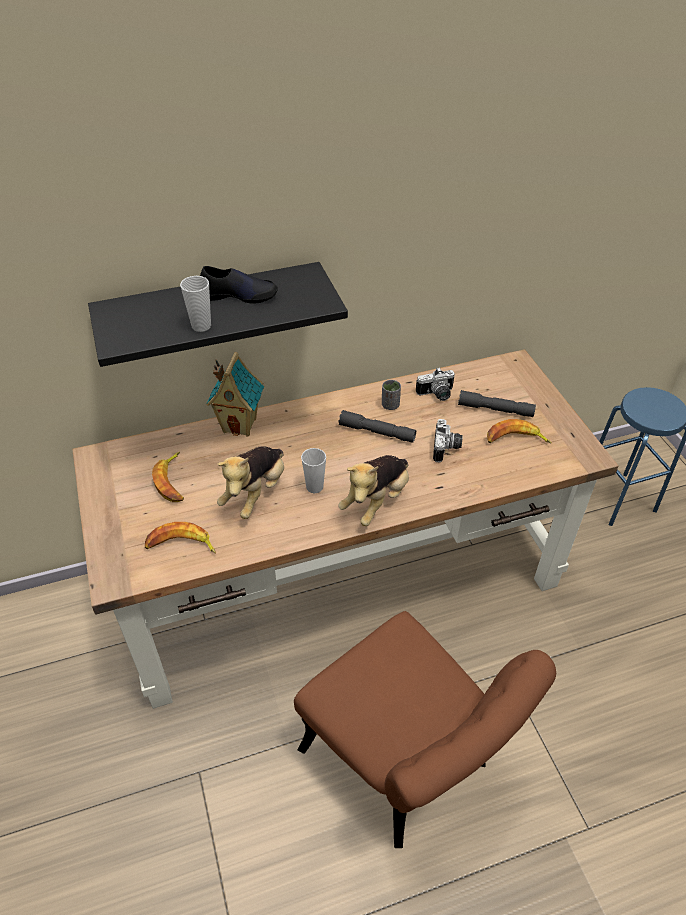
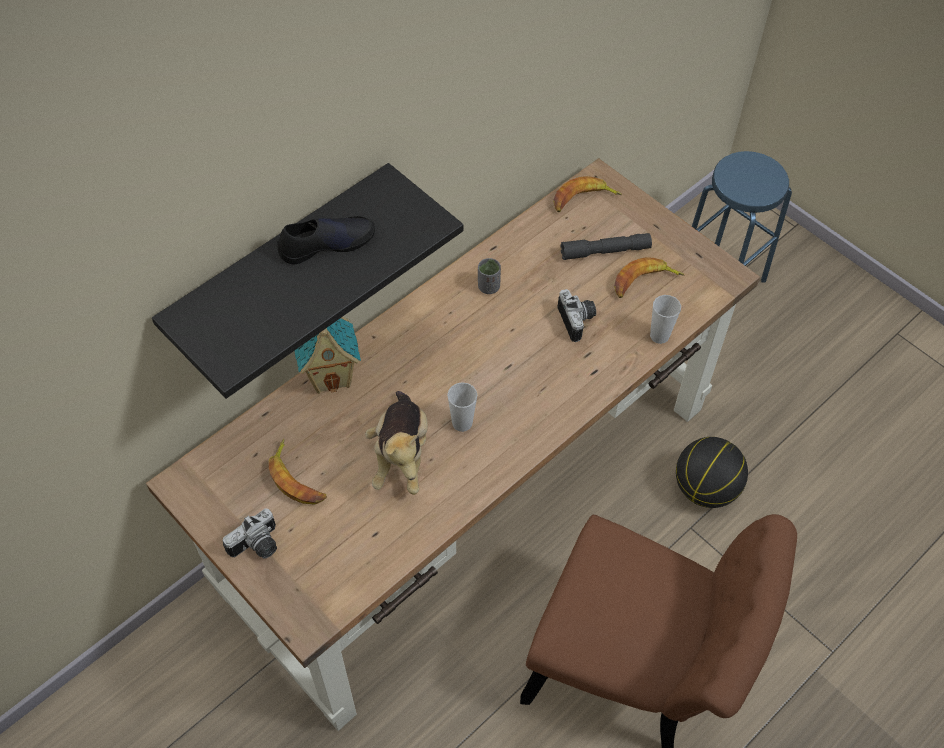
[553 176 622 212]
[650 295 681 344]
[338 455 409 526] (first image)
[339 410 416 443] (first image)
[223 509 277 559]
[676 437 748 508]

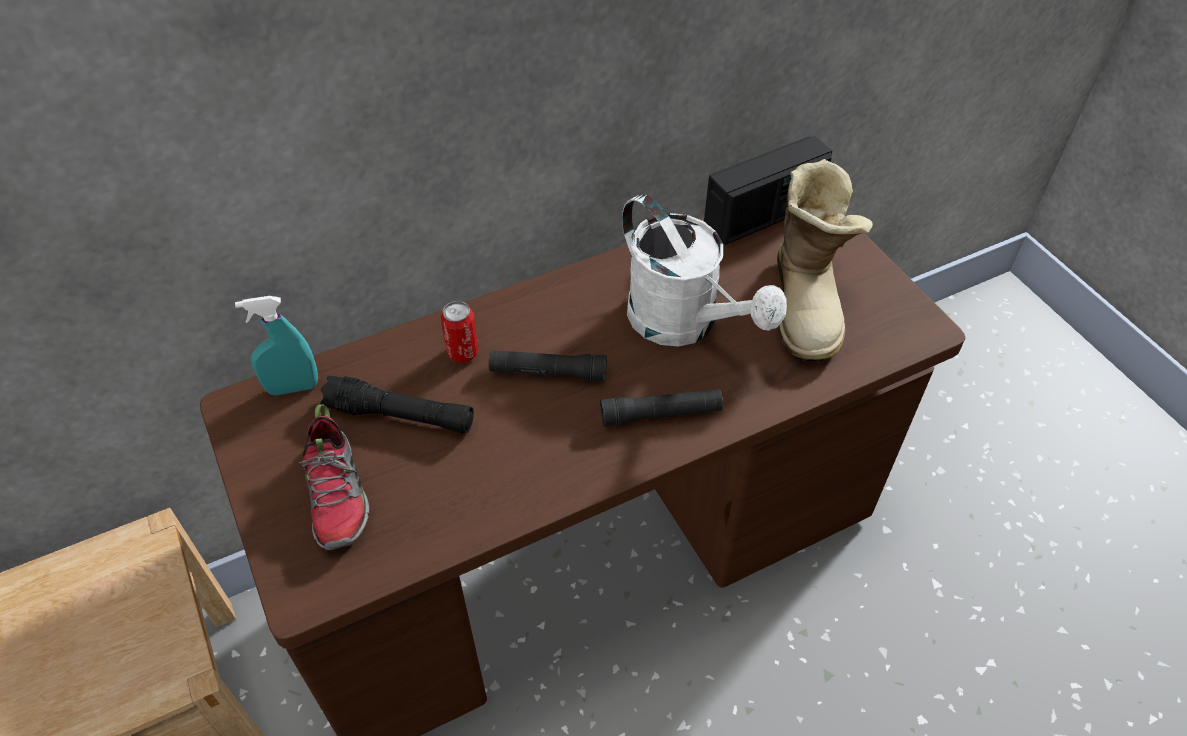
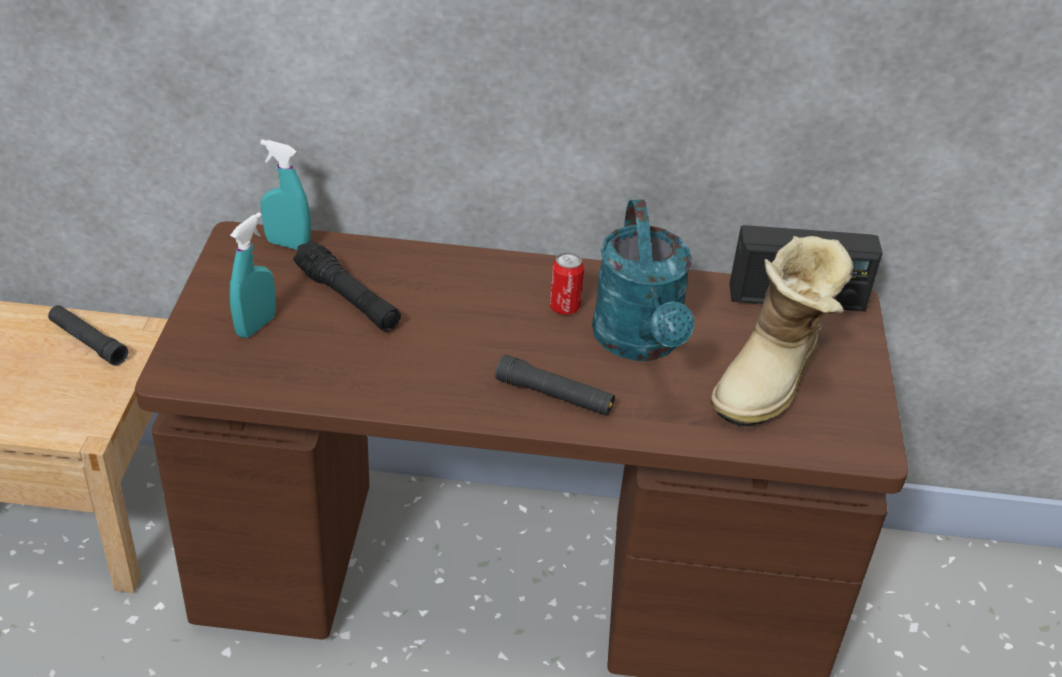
[230 212 276 338]
[550 252 584 315]
[48 305 128 366]
[592 200 695 361]

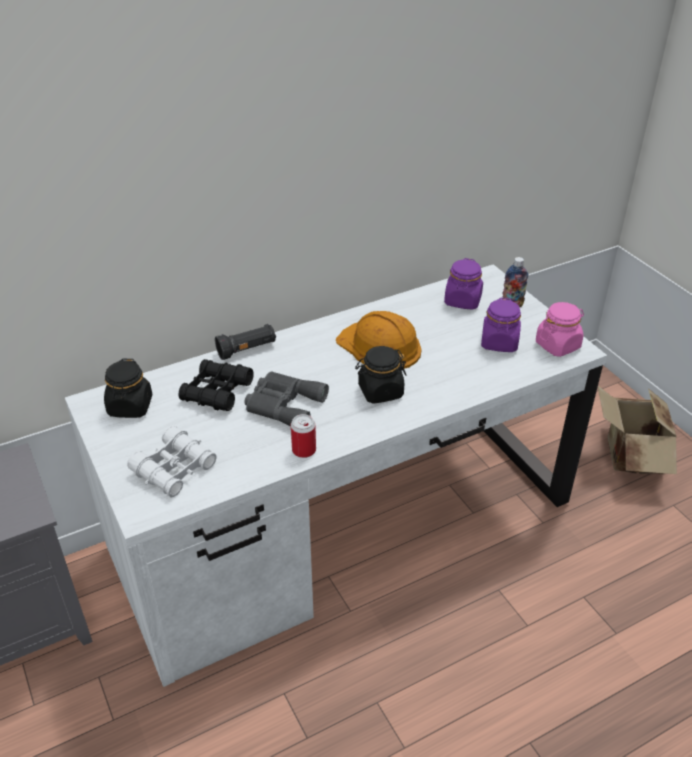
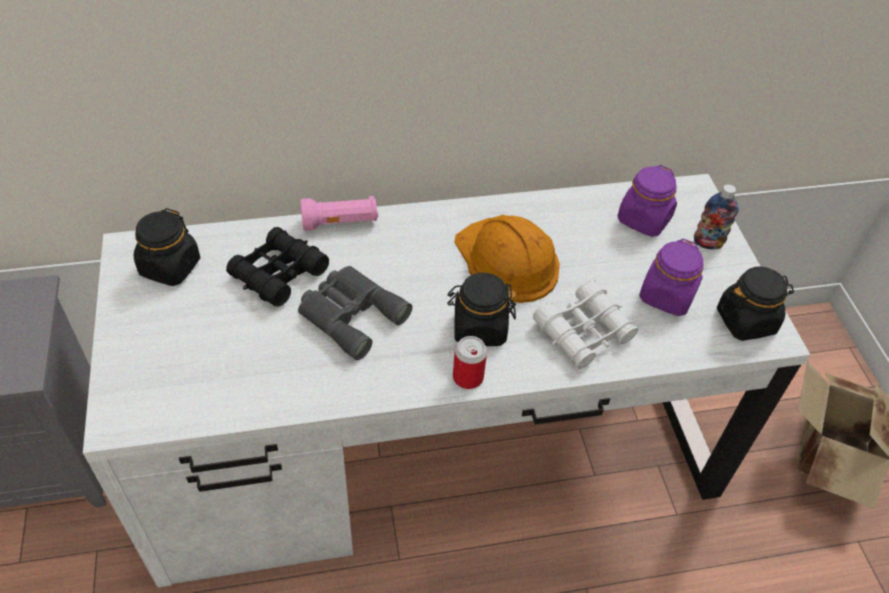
[533 279 638 369]
[301 196 378 231]
[453 336 487 389]
[717 266 794 341]

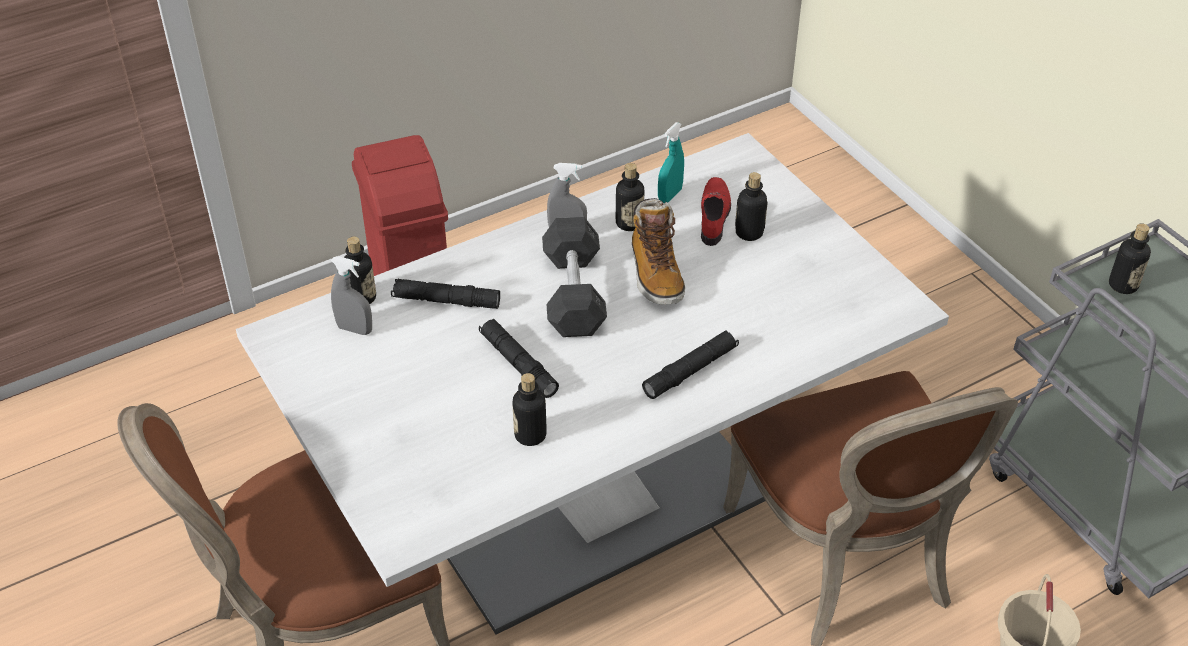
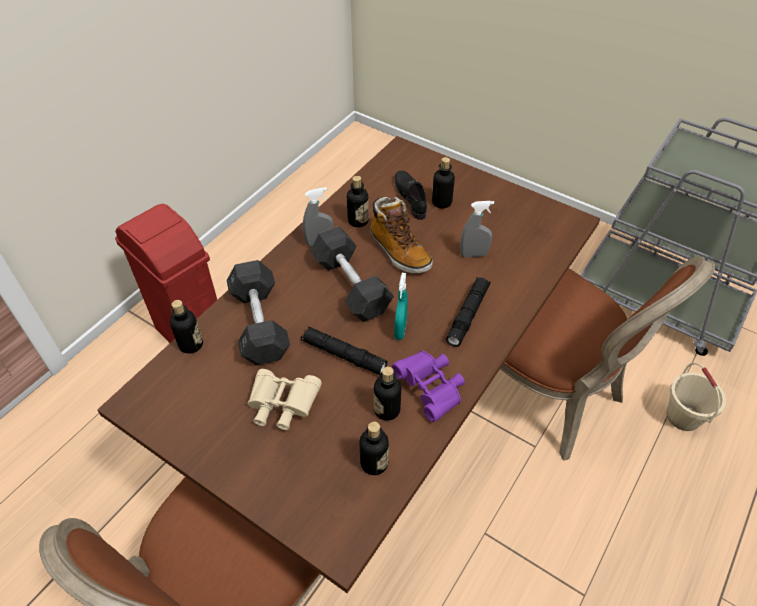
[97 136 600 593]
[460 201 494 257]
[227 260 290 365]
[394 273 408 340]
[395 171 427 220]
[359 422 389 475]
[247 369 322 430]
[392 350 465 422]

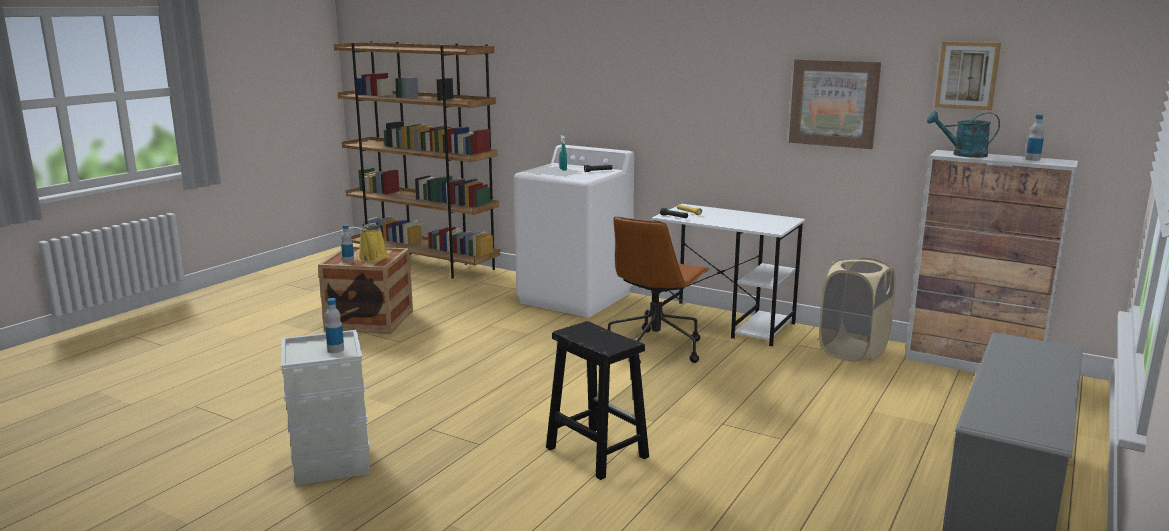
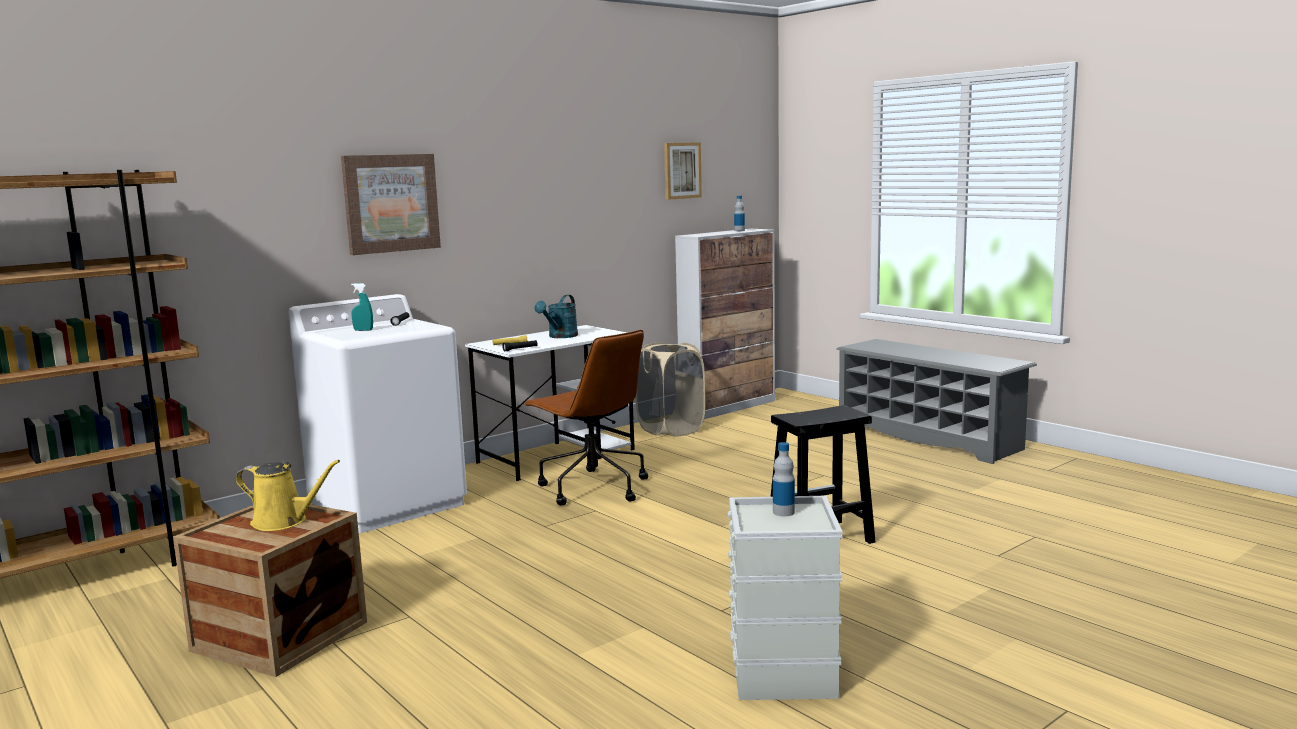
[341 225 354 263] (first image)
[341 154 441 255]
[535 295 578 338]

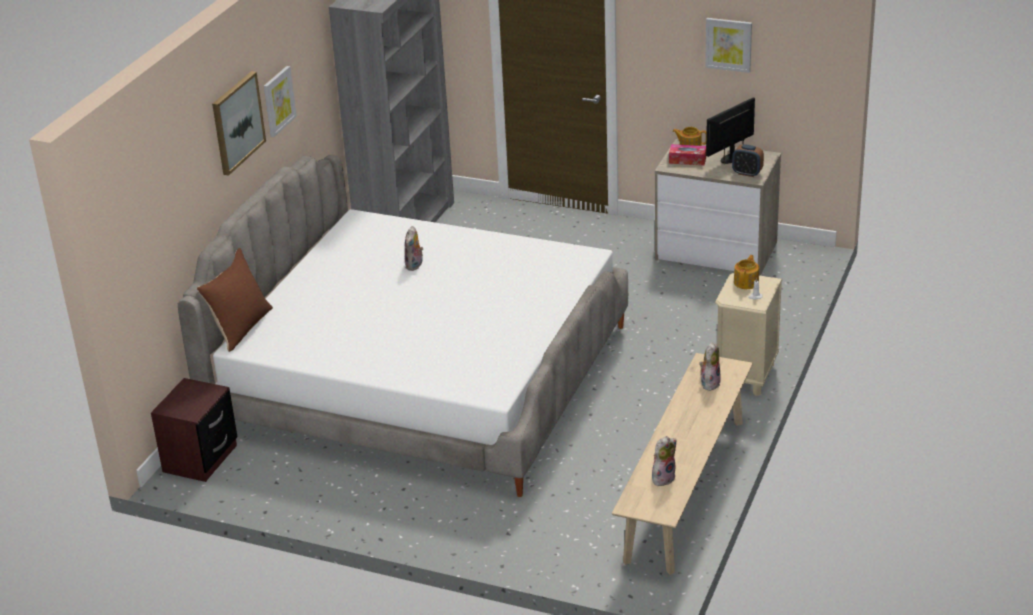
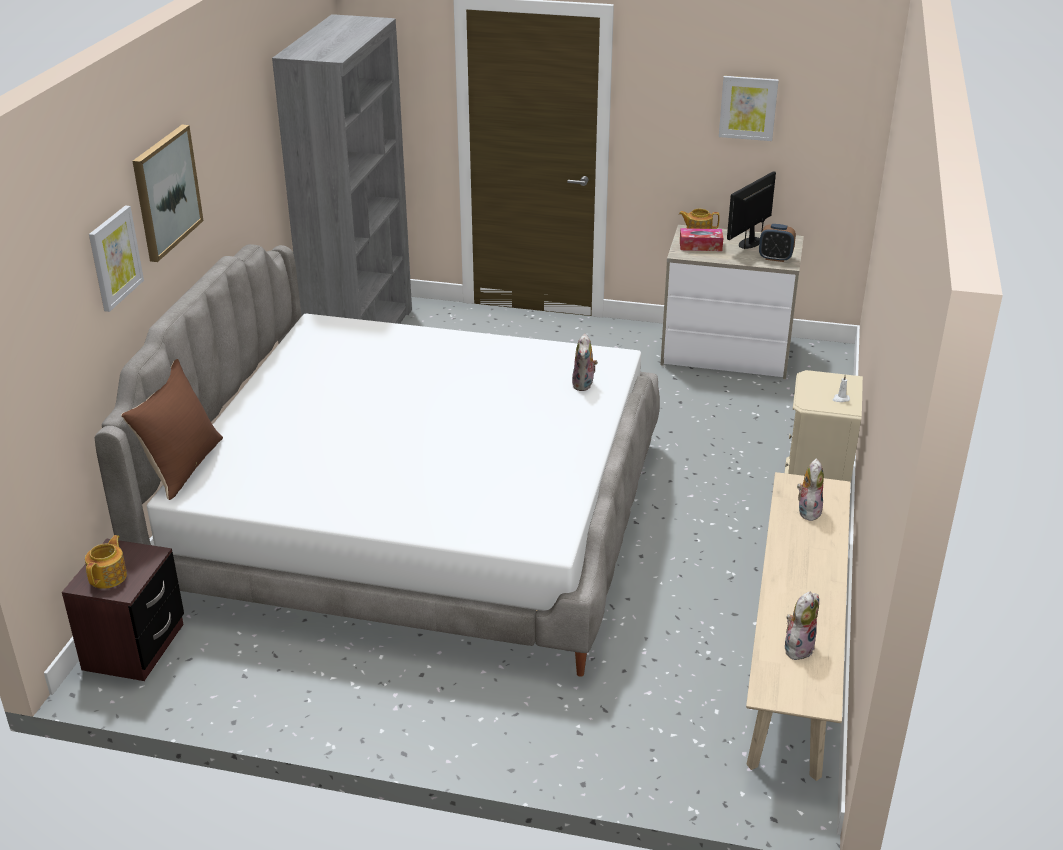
[89 206 144 312]
[572 333 598 391]
[85 535 127 589]

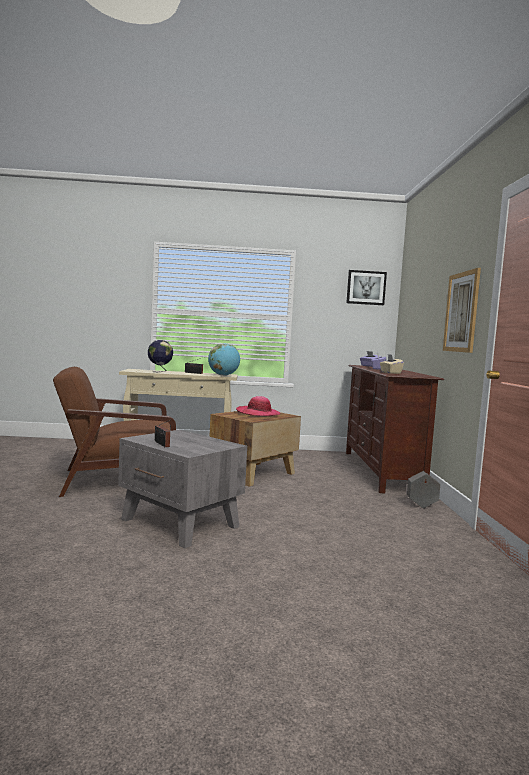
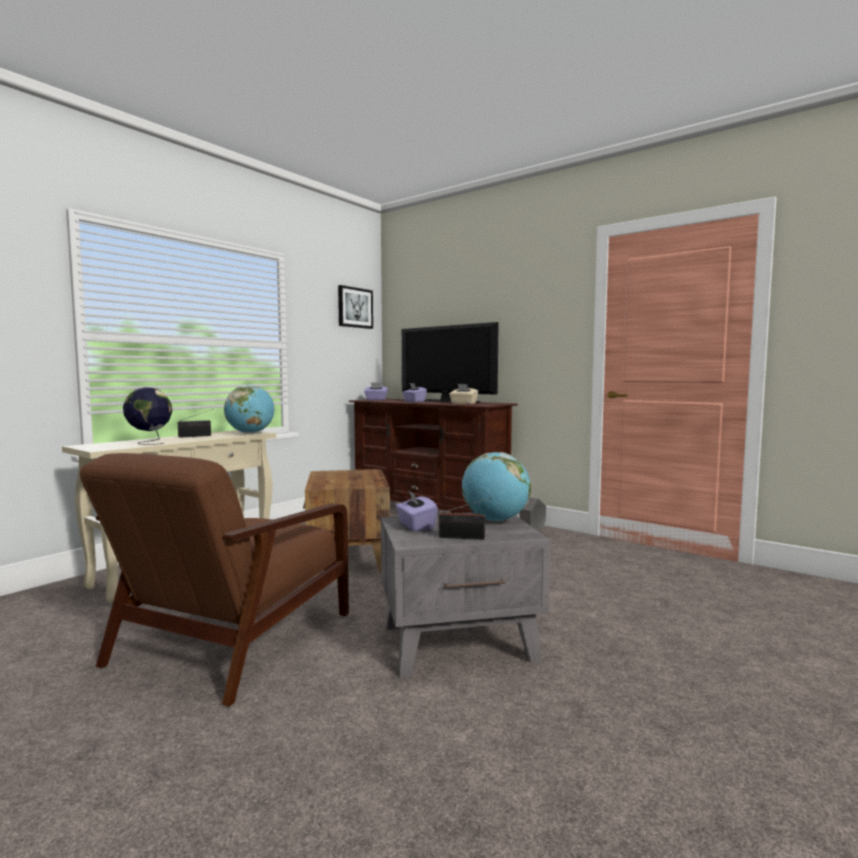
[236 396 280 416] (first image)
[443 268 481 353] (first image)
[396 491 438 532]
[402 322 499 402]
[462 452 531 521]

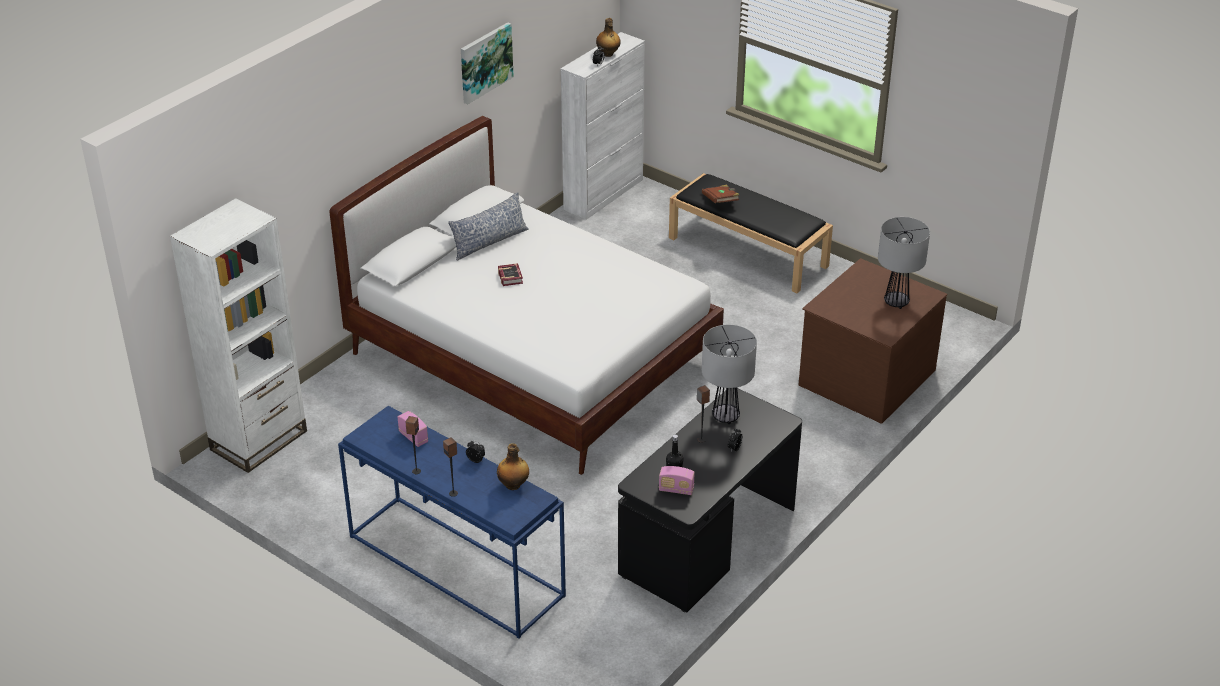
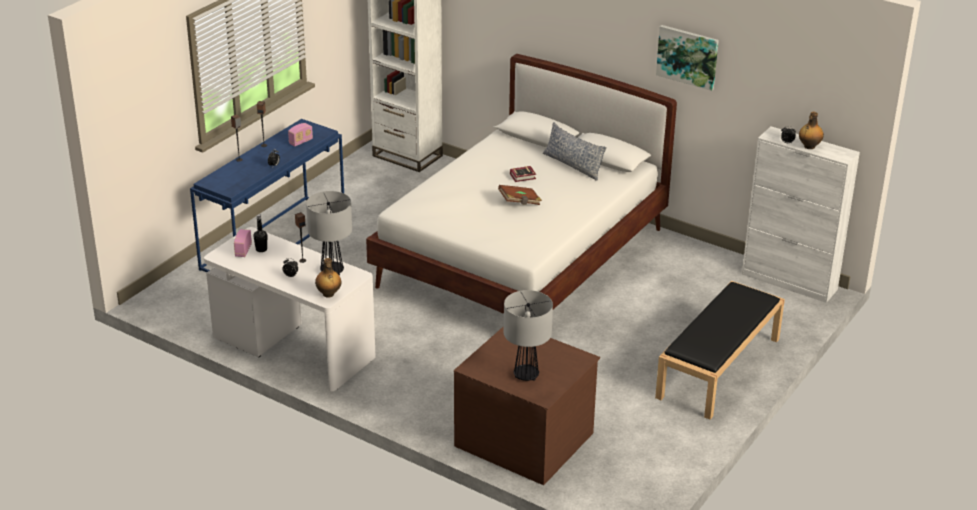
[315 258 341 298]
[204 227 376 391]
[498 185 542 205]

